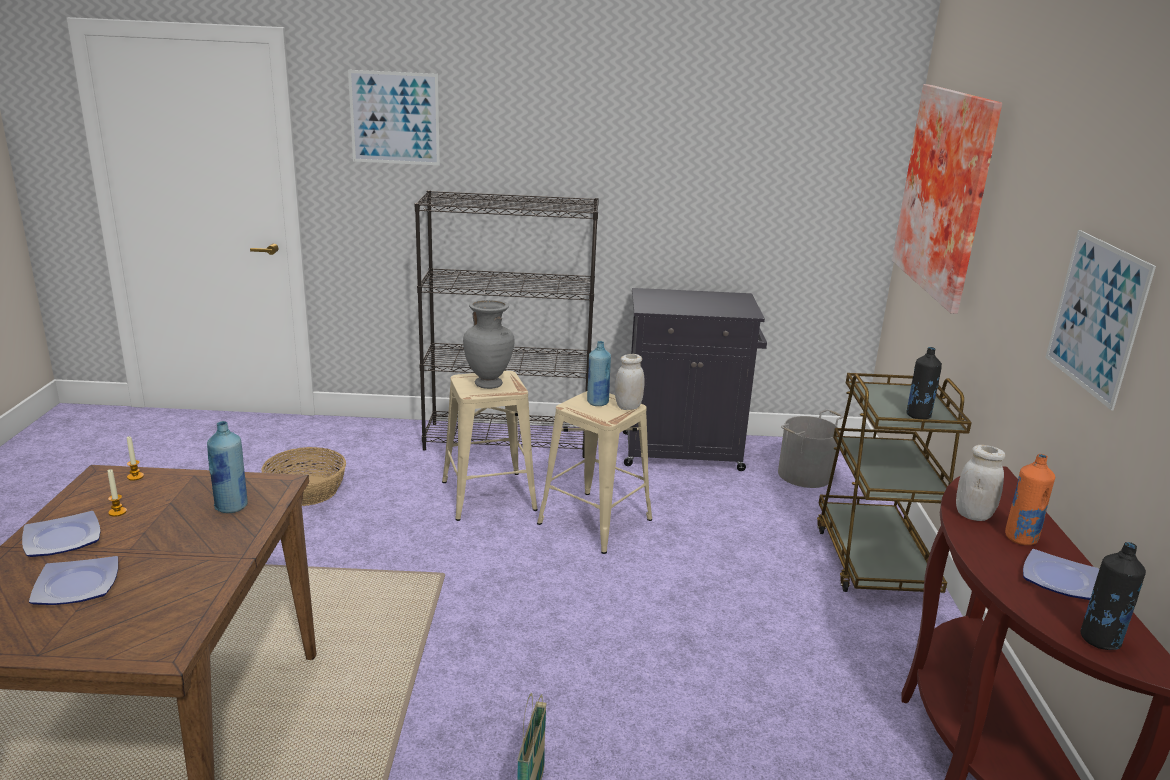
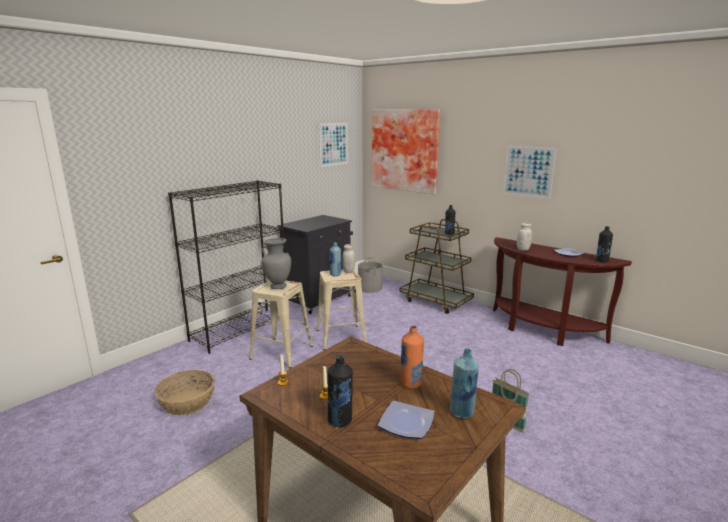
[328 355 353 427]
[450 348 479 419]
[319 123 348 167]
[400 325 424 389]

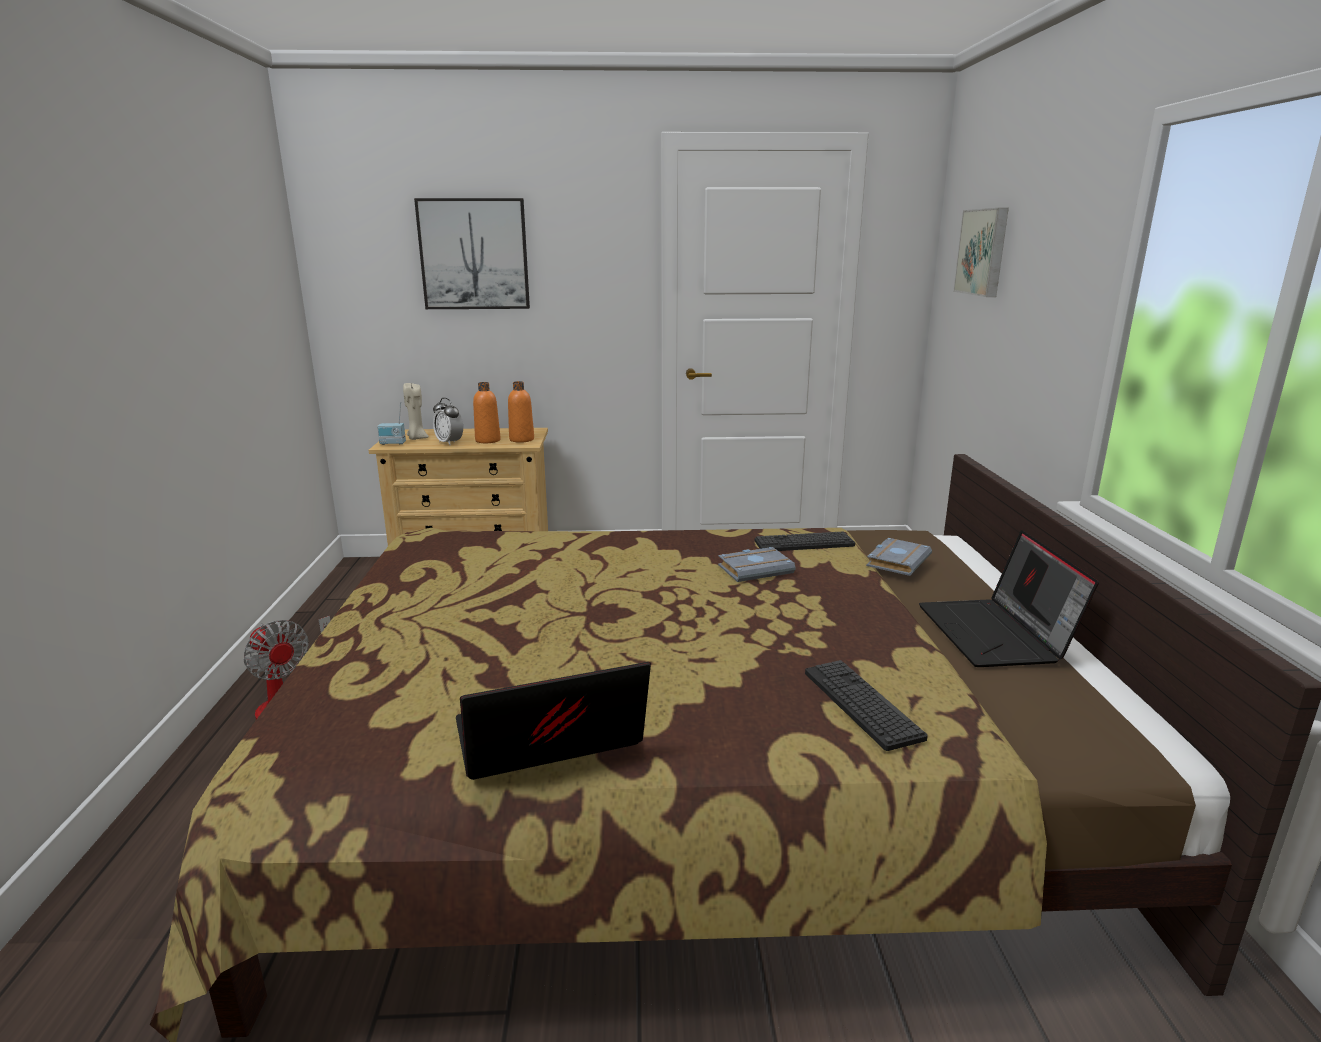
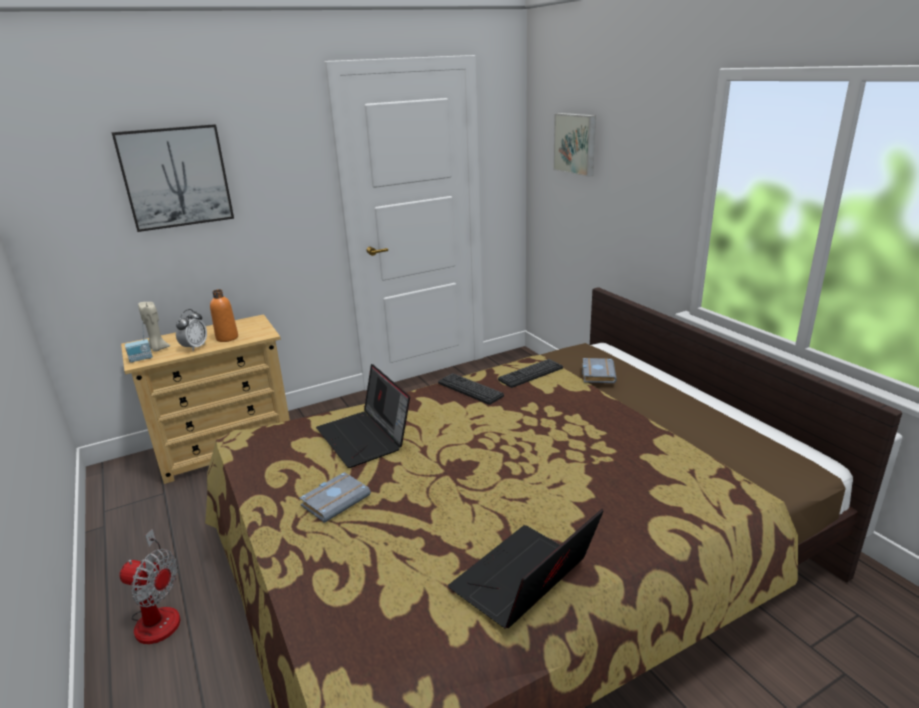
[176 309 207 351]
[508 381 534 443] (first image)
[299 472 371 523]
[438 373 504 405]
[316 364 410 468]

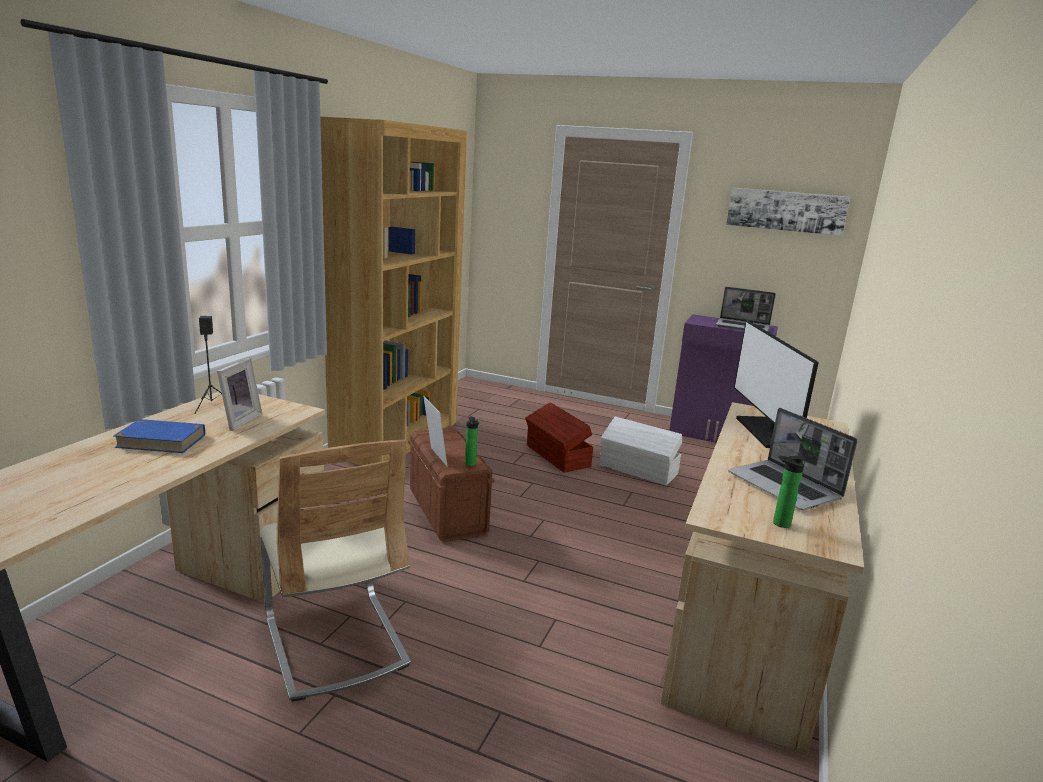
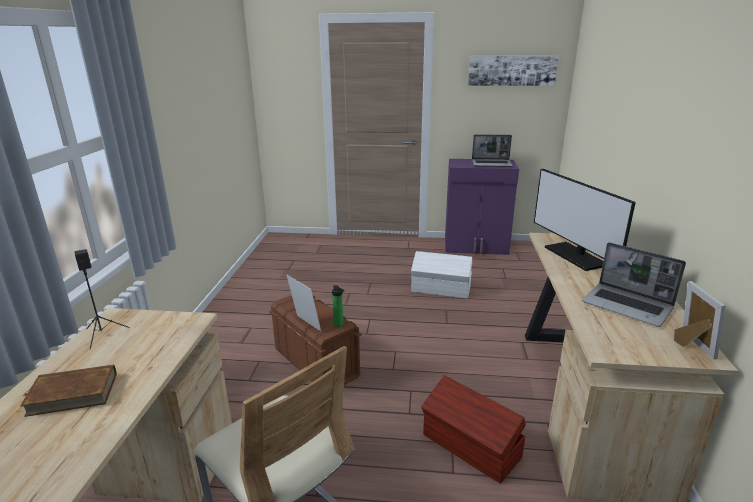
[20 365 117 417]
[674 281 726 360]
[320 116 467 465] (first image)
[421 375 526 483]
[773 455 806 528] (first image)

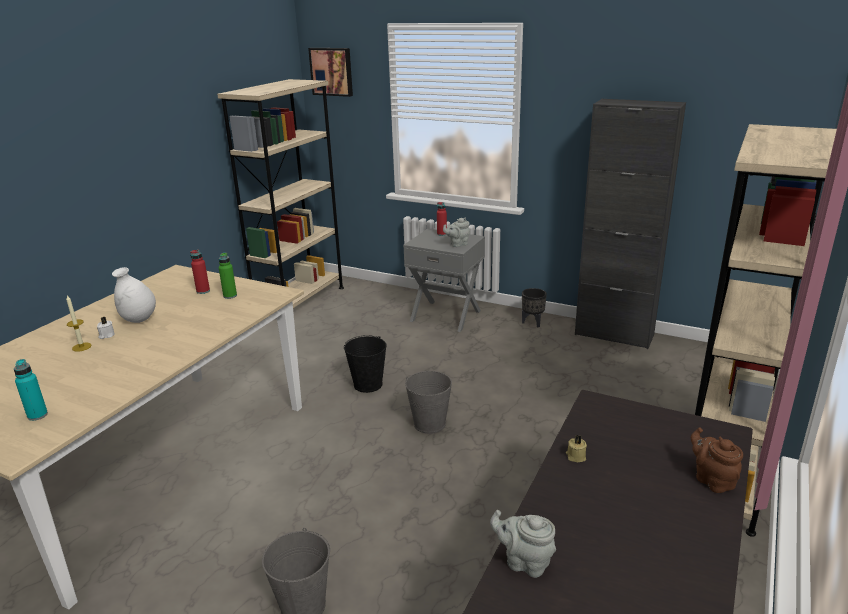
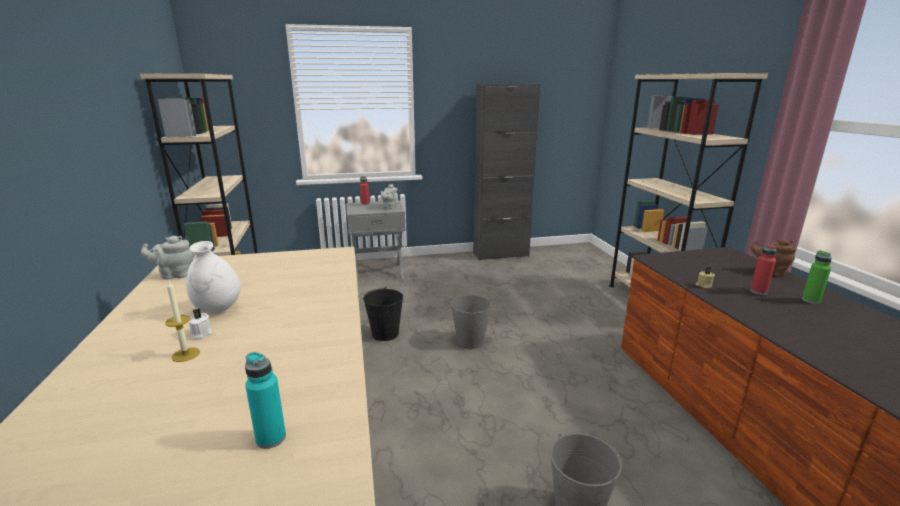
[750 244 777 295]
[802 250 832 304]
[308 48 353 97] (first image)
[141 236 194 280]
[522 288 547 327] (first image)

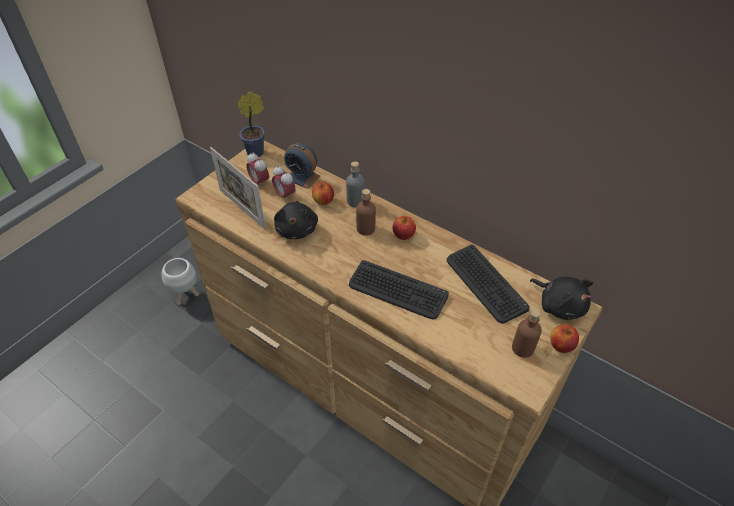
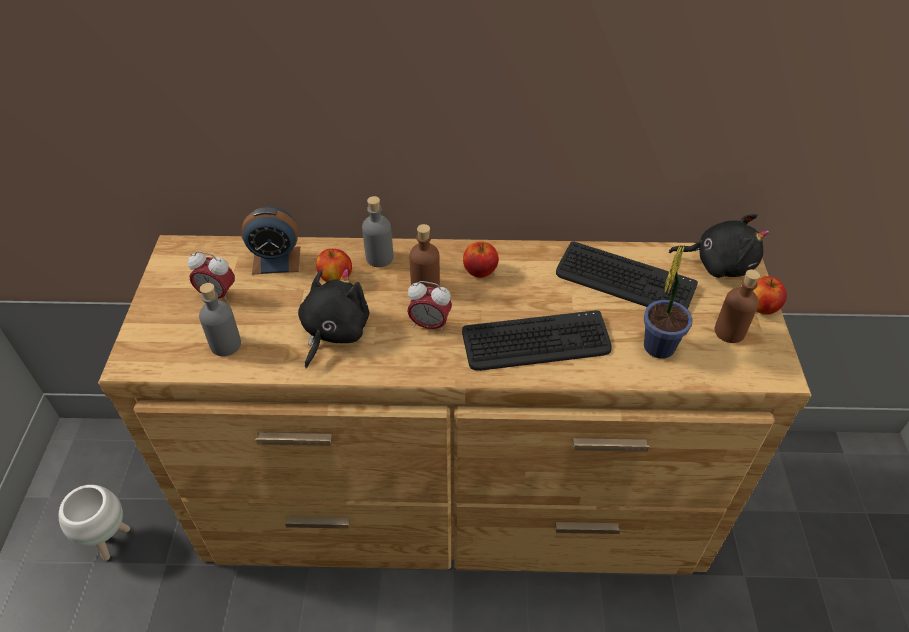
[199 283 241 356]
[644 245 693 359]
[407 281 452 333]
[298 269 369 369]

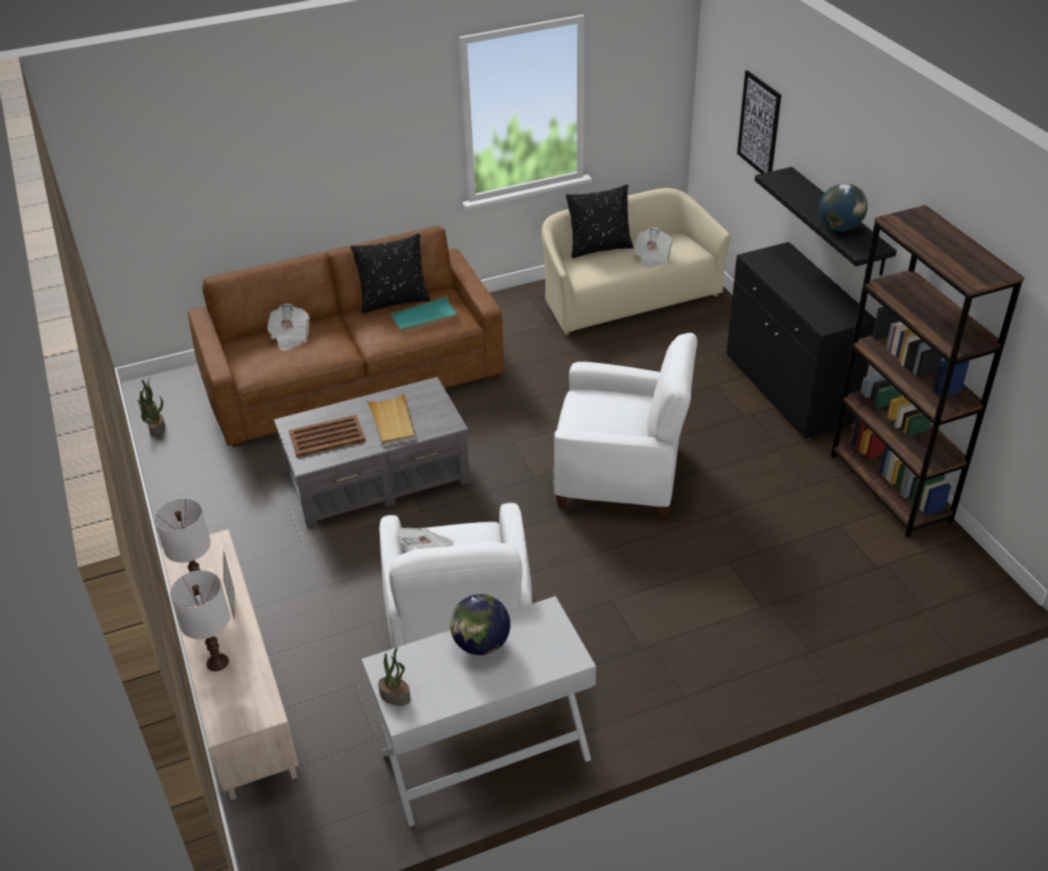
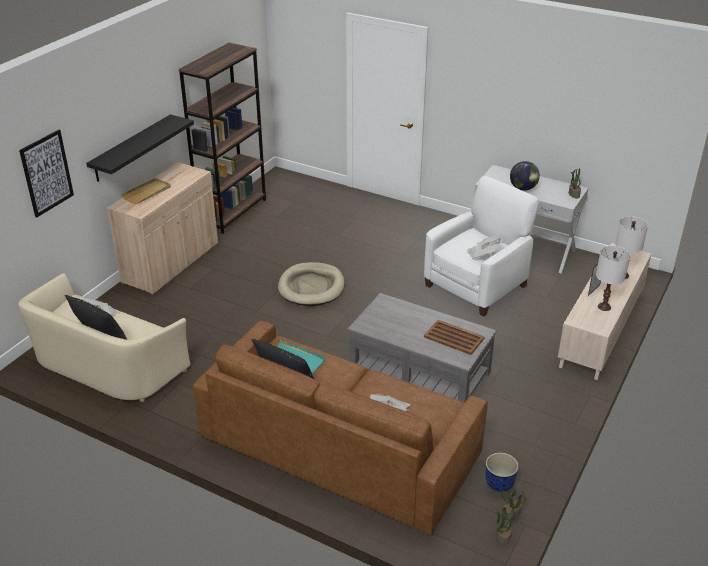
[121 178 171 204]
[278 262 345 306]
[107 162 218 295]
[819 183 868 231] (first image)
[485 453 519 492]

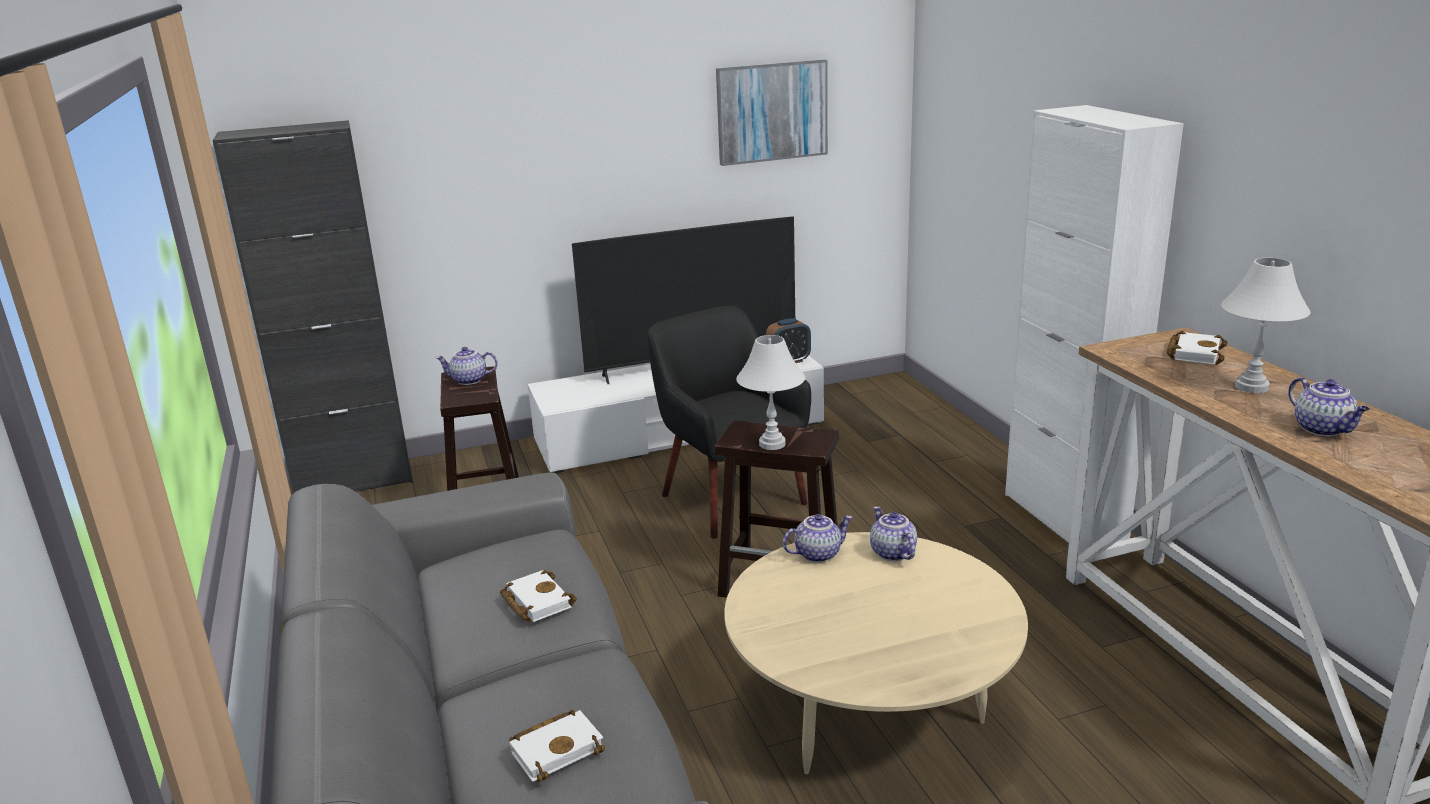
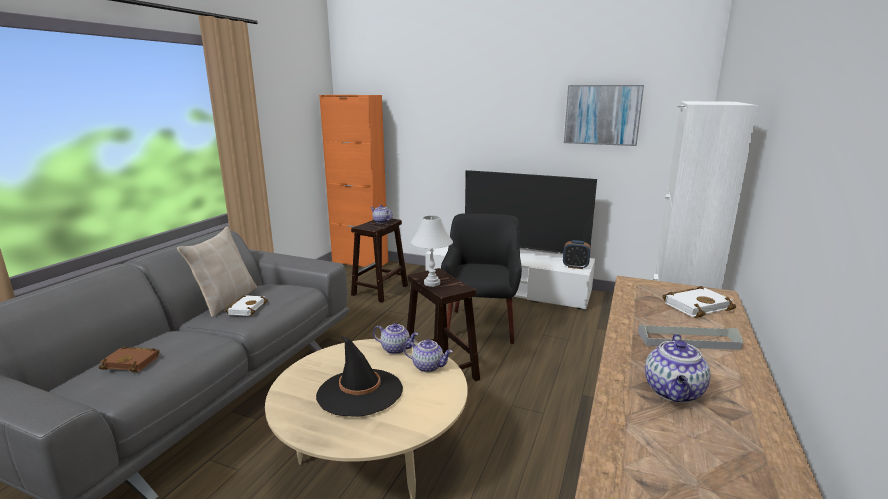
[319 95 388 269]
[98 346 160 372]
[404 339 453 373]
[638 324 743 350]
[177 227 257 317]
[316 335 403 416]

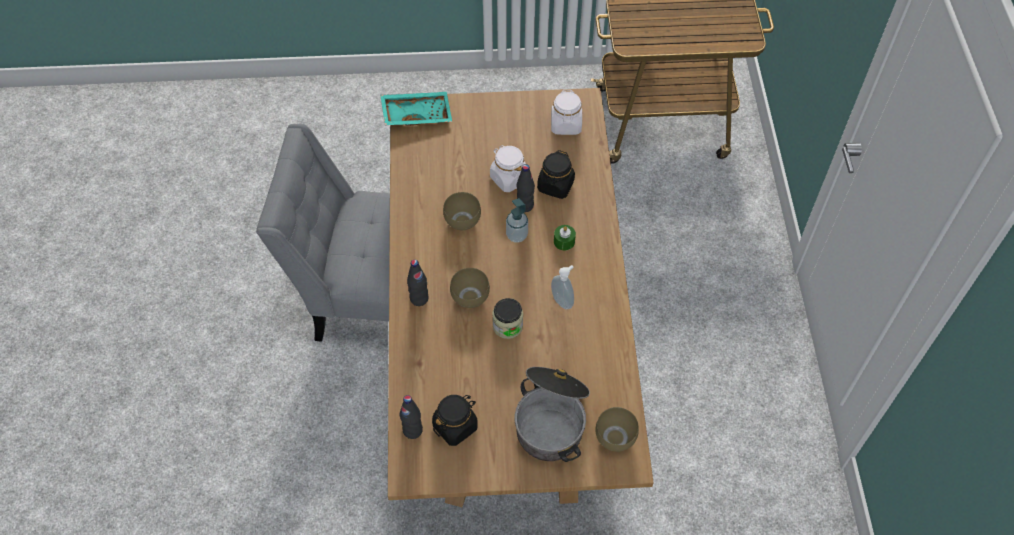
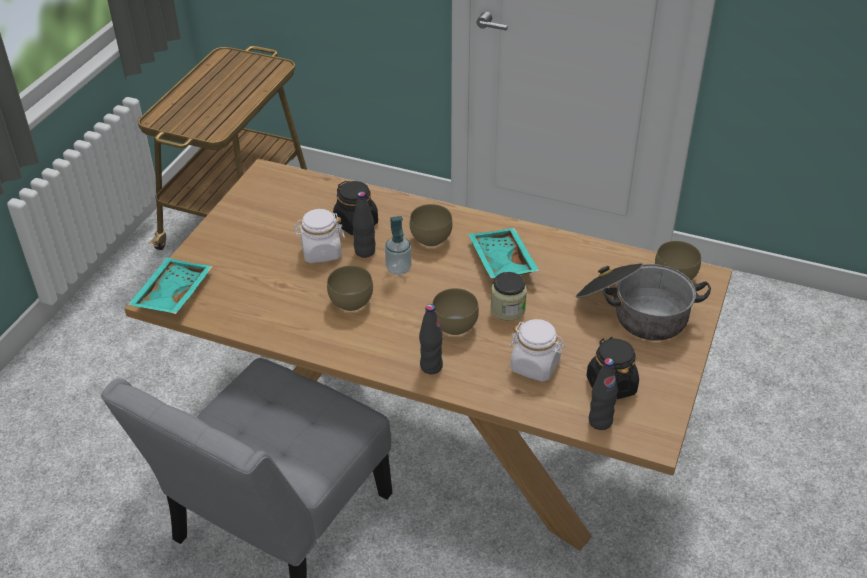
[509 319 565 382]
[468 228 539 279]
[410 204 453 246]

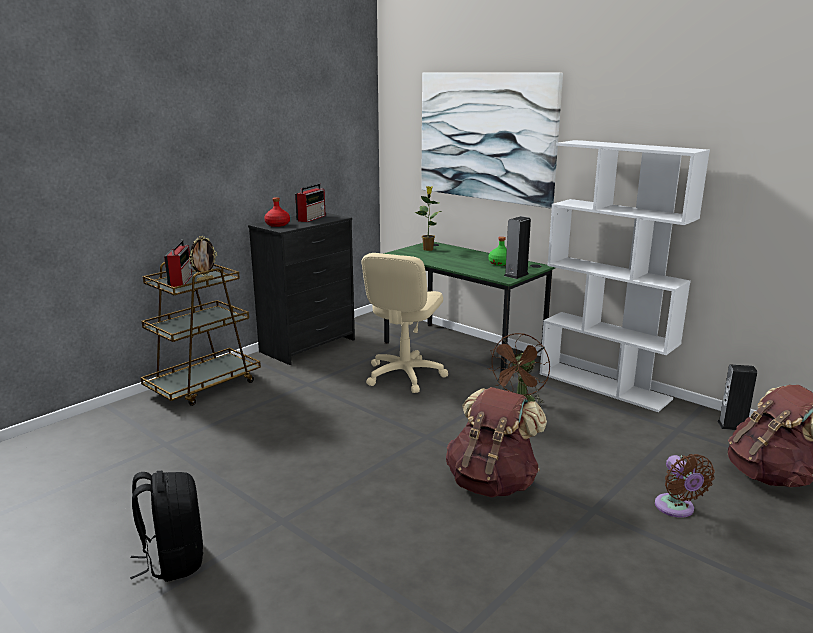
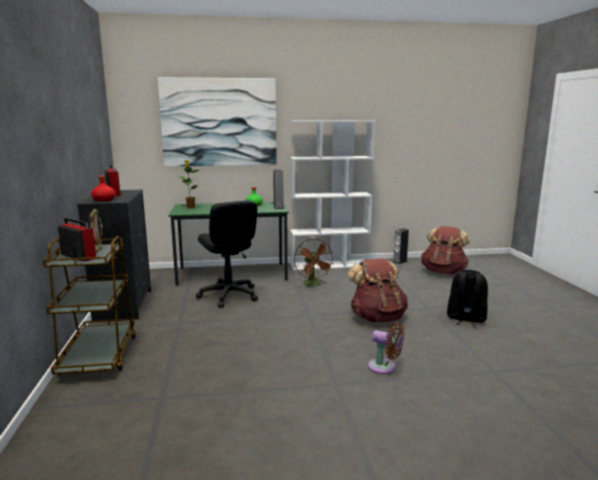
[447 270 488 328]
[196 201 258 308]
[368 322 404 374]

